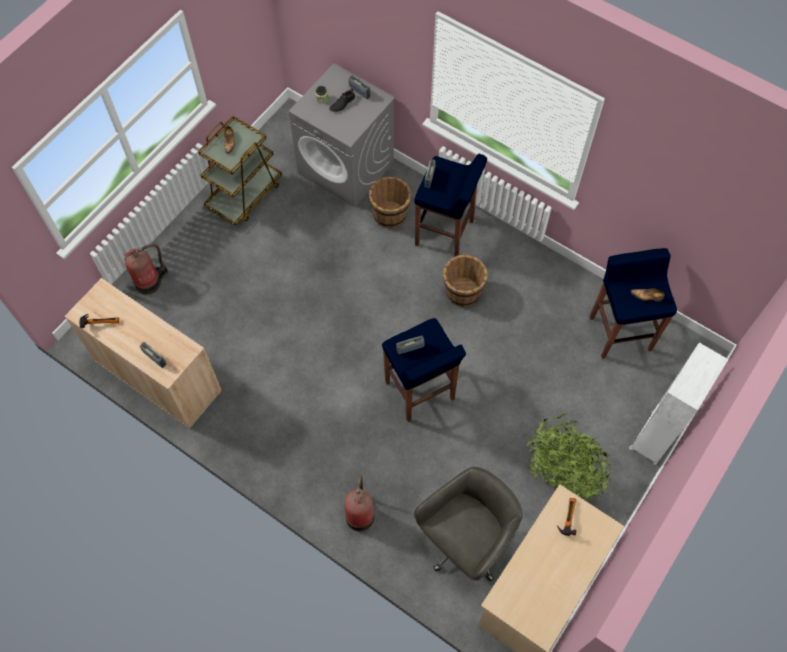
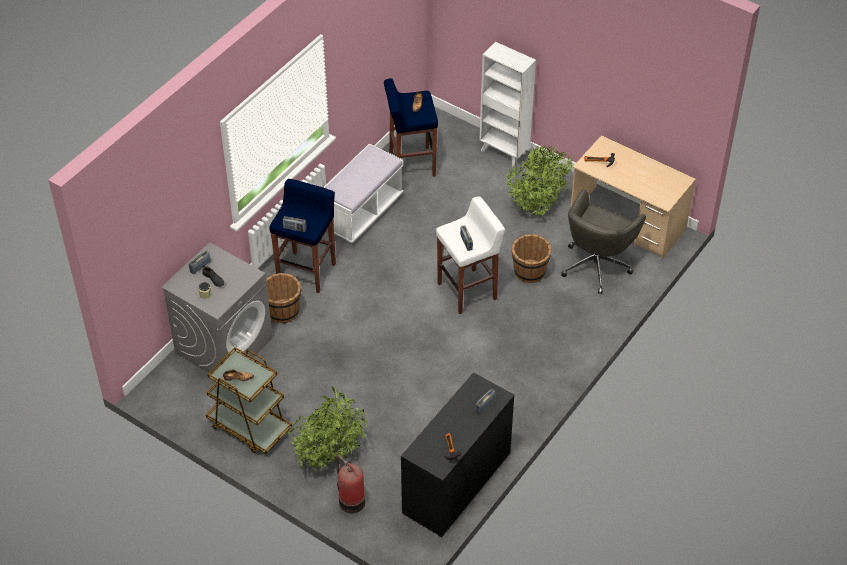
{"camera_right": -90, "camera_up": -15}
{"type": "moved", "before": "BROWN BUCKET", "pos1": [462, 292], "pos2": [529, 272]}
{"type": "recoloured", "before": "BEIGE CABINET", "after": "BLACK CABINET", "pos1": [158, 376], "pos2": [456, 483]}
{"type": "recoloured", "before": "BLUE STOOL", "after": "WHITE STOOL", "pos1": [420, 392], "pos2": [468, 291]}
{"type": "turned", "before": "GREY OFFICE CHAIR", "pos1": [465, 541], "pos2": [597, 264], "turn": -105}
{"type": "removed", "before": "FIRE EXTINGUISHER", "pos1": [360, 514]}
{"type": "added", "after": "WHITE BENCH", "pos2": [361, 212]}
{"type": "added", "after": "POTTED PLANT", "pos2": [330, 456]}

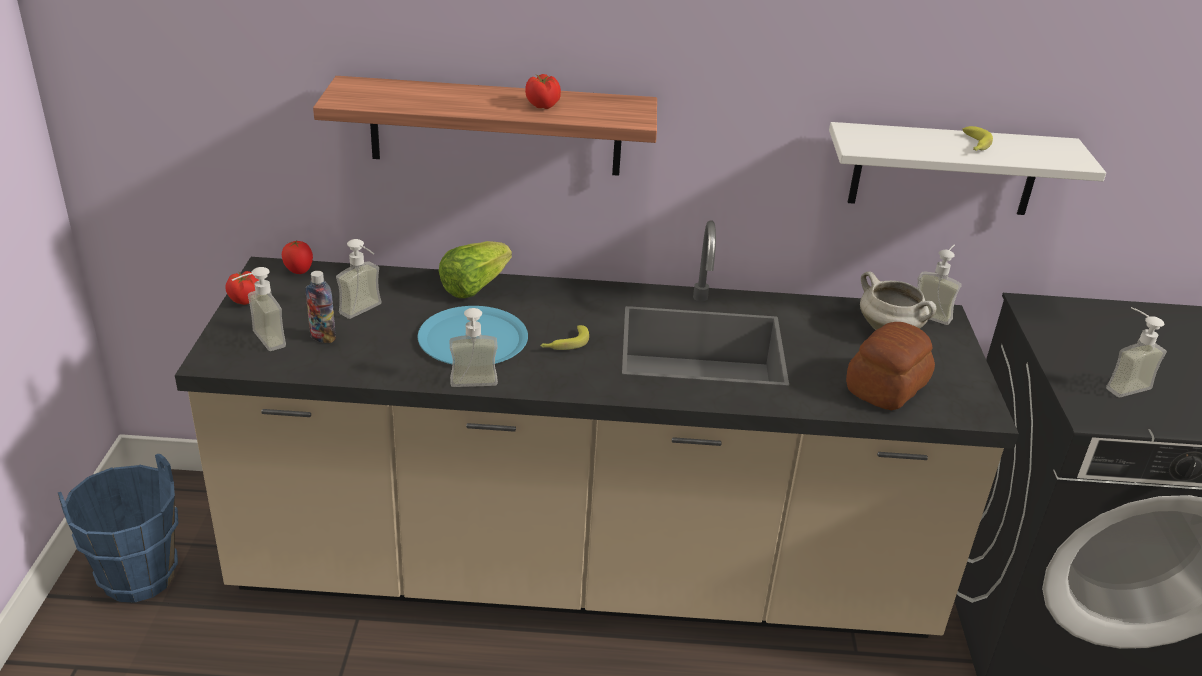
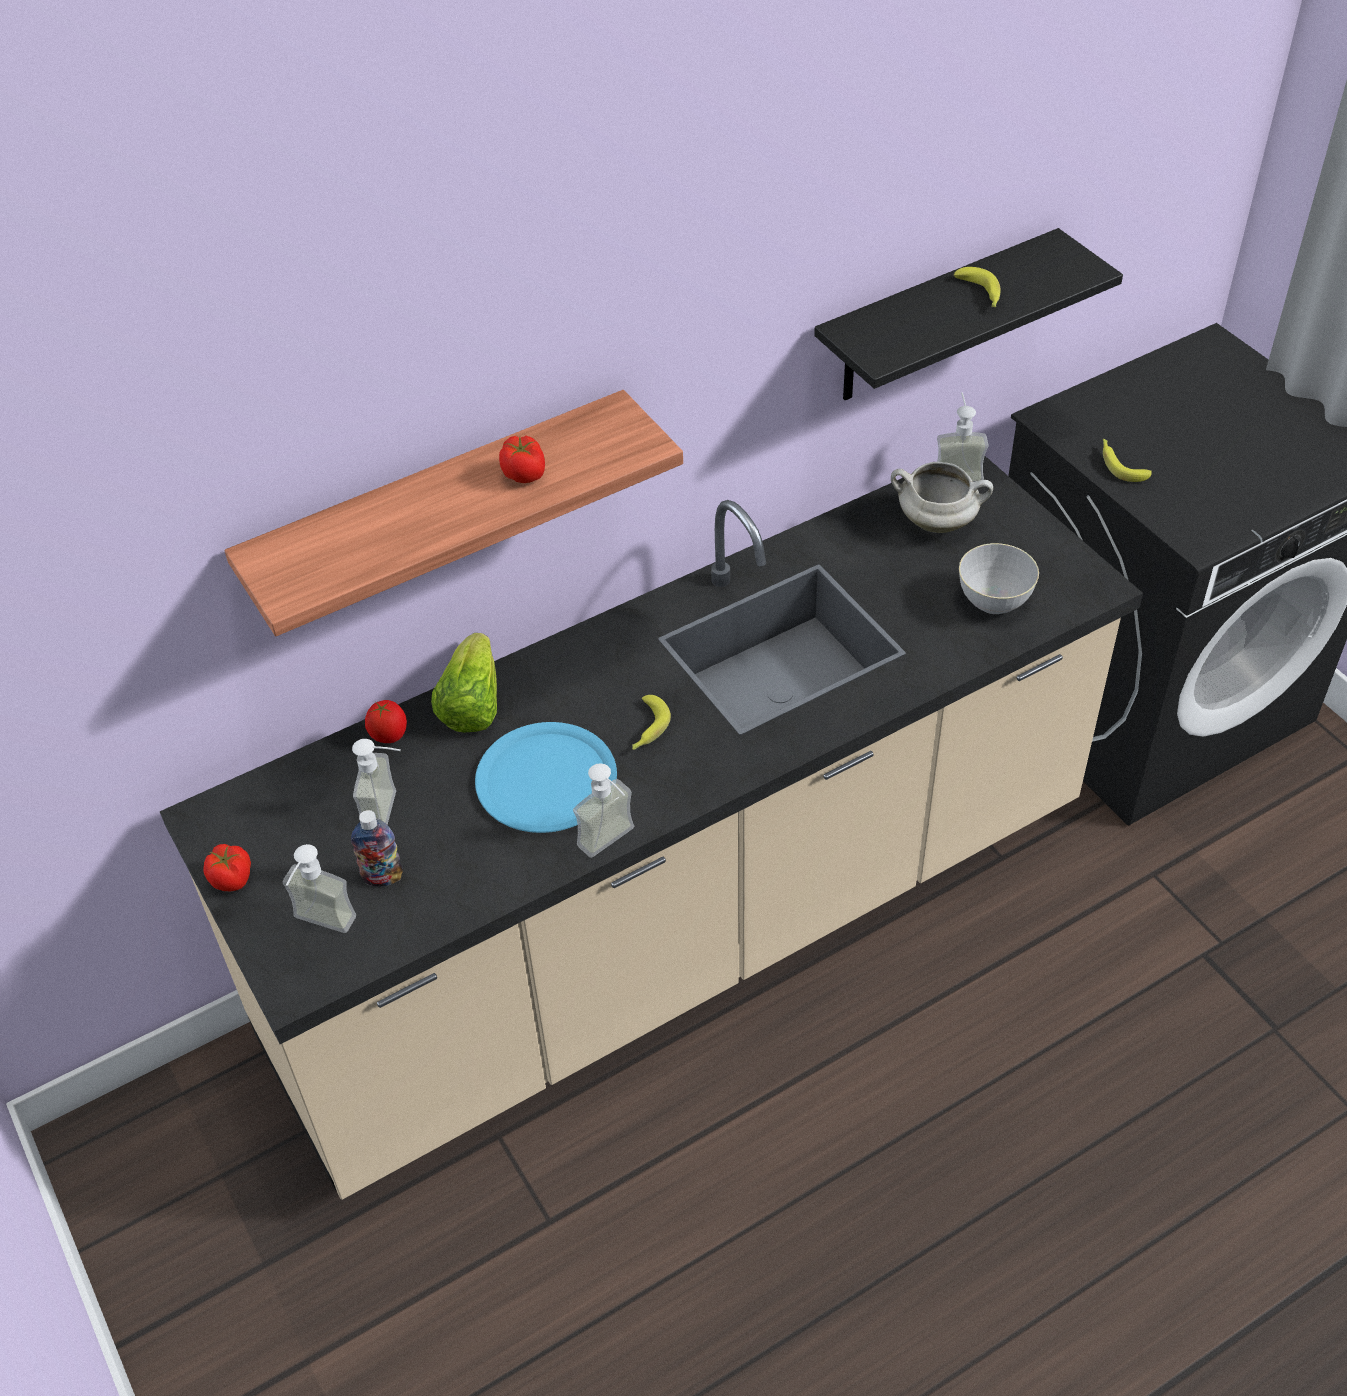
{"camera_right": -30, "camera_up": 15}
{"type": "recoloured", "before": "WHITE SHELF", "after": "BLACK SHELF", "pos1": [944, 169], "pos2": [935, 319]}
{"type": "moved", "before": "TOMATO", "pos1": [299, 272], "pos2": [389, 737]}
{"type": "removed", "before": "SOAP DISPENSER", "pos1": [1121, 383]}
{"type": "replaced", "before": "BREAD", "after": "GREY BOWL", "pos1": [888, 387], "pos2": [994, 601]}
{"type": "removed", "before": "BLUE BUCKET", "pos1": [139, 577]}
{"type": "added", "after": "BANANA", "pos2": [1120, 464]}

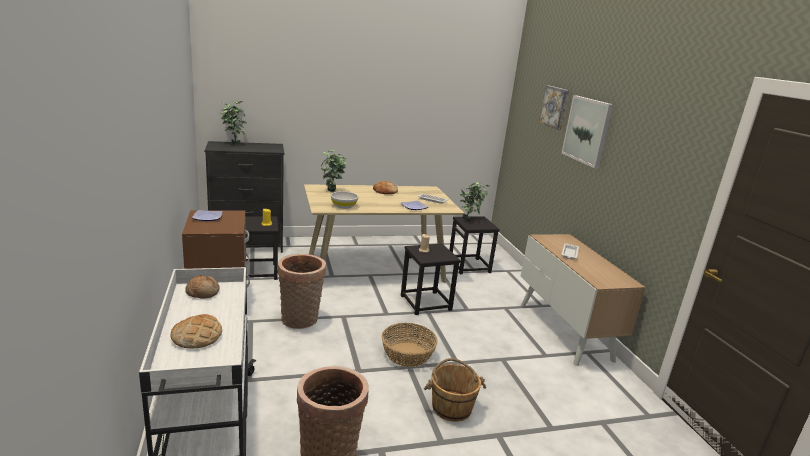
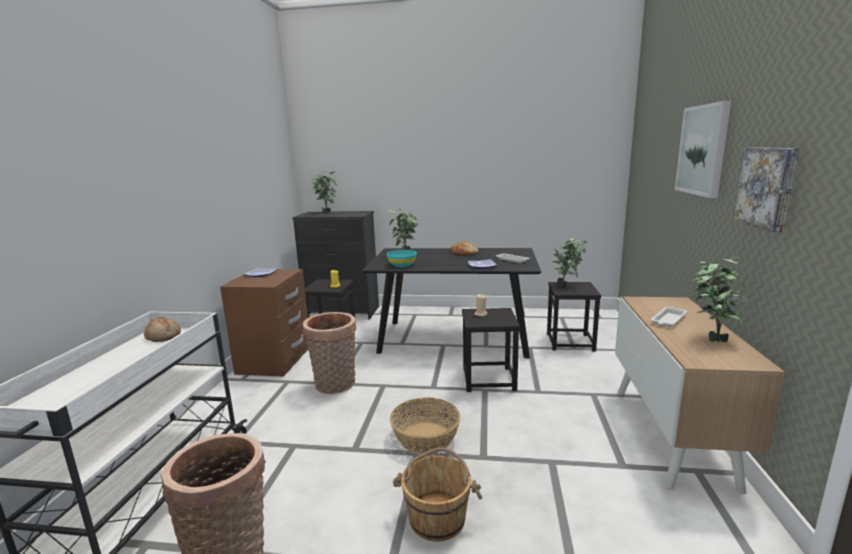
{"camera_right": 25, "camera_up": -5}
{"type": "moved", "before": "PICTURE", "pos1": [555, 107], "pos2": [767, 187]}
{"type": "recoloured", "before": "BEIGE DINING TABLE", "after": "BLACK DINING TABLE", "pos1": [376, 268], "pos2": [455, 338]}
{"type": "recoloured", "before": "WHITE BOWL", "after": "TURQUOISE BOWL", "pos1": [344, 206], "pos2": [402, 265]}
{"type": "removed", "before": "BREAD", "pos1": [197, 336]}
{"type": "added", "after": "POTTED PLANT", "pos2": [711, 338]}

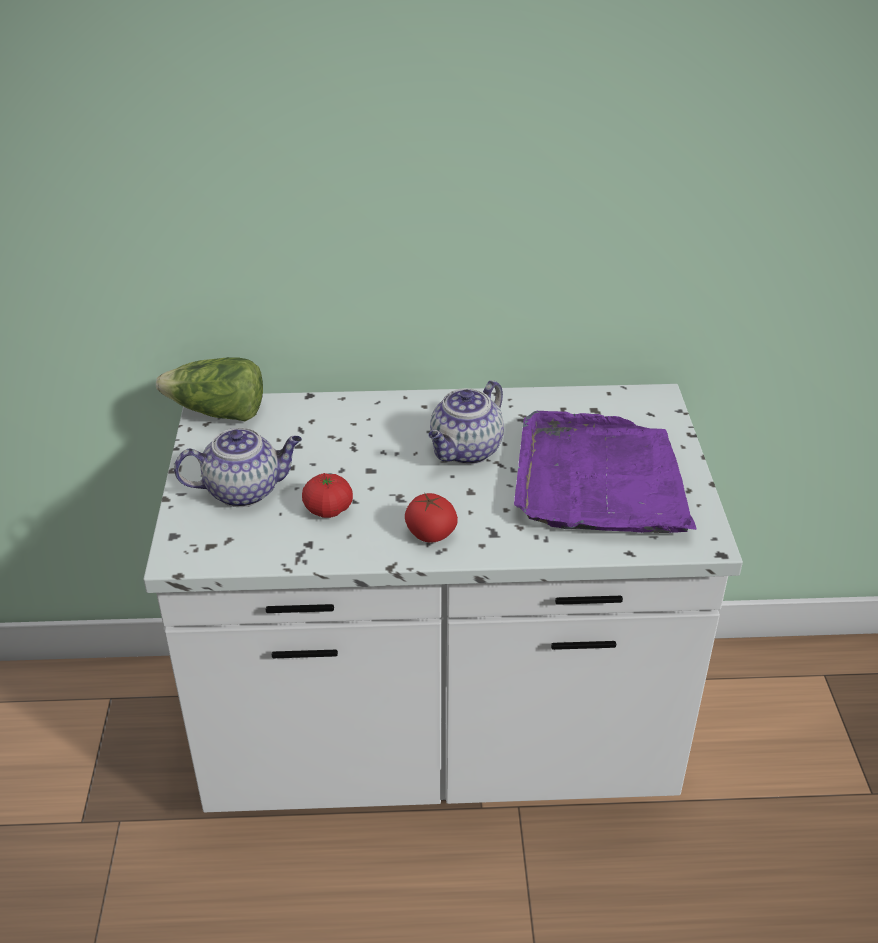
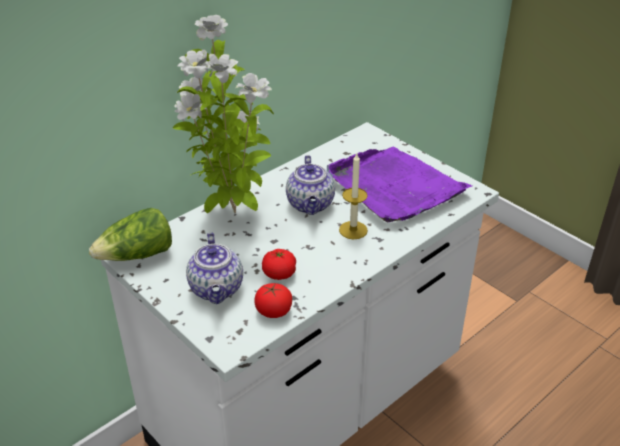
{"camera_right": -40, "camera_up": 0}
{"type": "turned", "before": "TEAPOT", "pos1": [245, 490], "pos2": [217, 289], "turn": 135}
{"type": "moved", "before": "TOMATO", "pos1": [430, 534], "pos2": [273, 311]}
{"type": "added", "after": "POTTED PLANT", "pos2": [232, 213]}
{"type": "added", "after": "CANDLE", "pos2": [353, 230]}

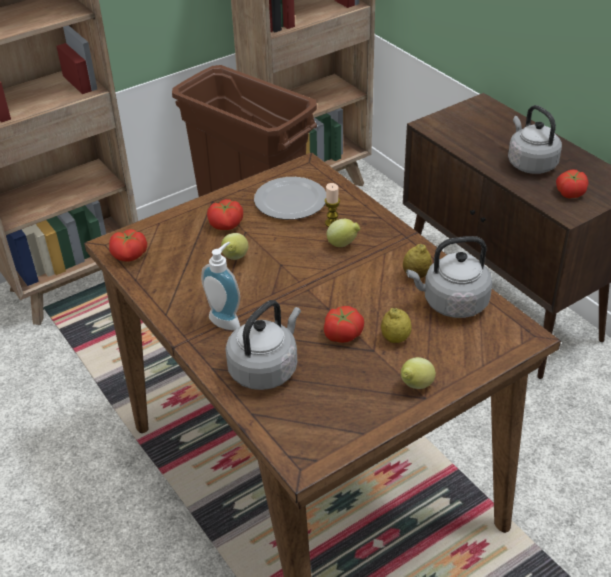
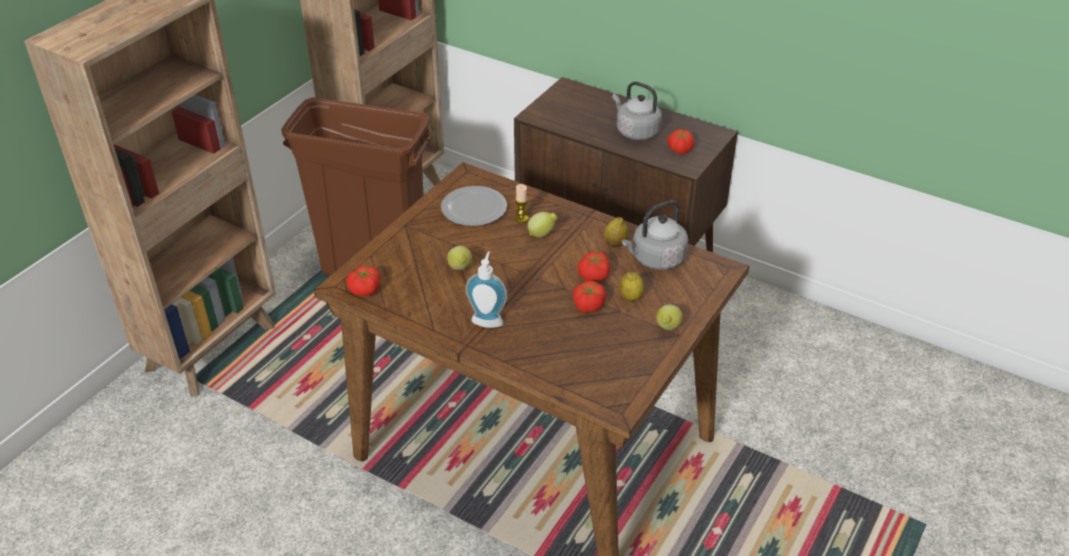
{"camera_right": -25, "camera_up": 0}
{"type": "moved", "before": "TOMATO", "pos1": [226, 225], "pos2": [594, 276]}
{"type": "removed", "before": "GREY KETTLE", "pos1": [266, 369]}

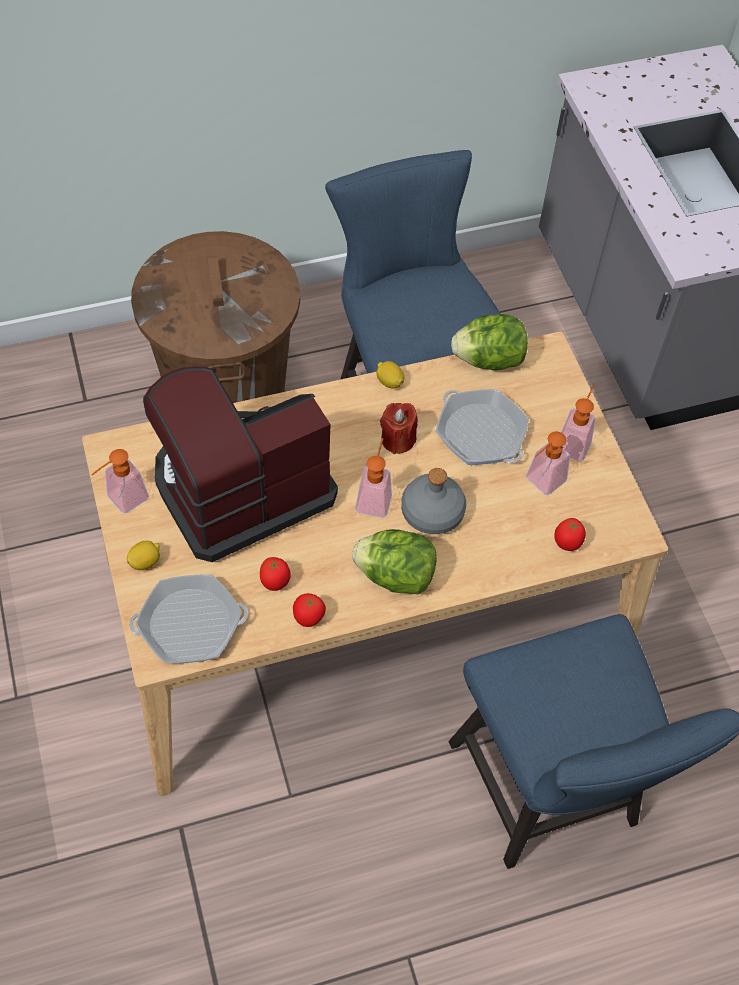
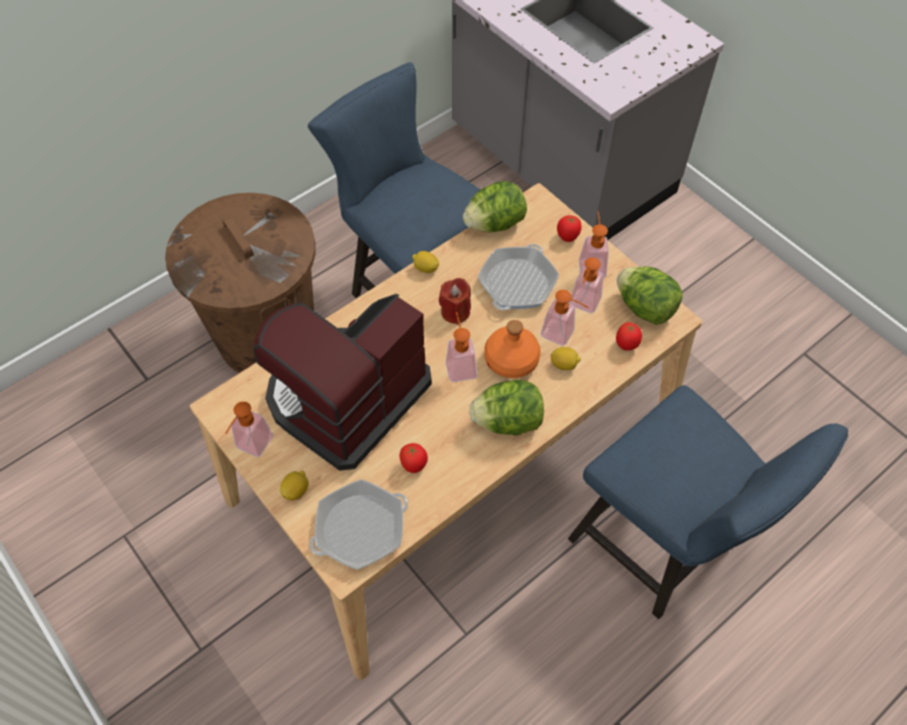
{"camera_right": -20, "camera_up": 0}
{"type": "turned", "before": "FRYING PAN", "pos1": [481, 433], "pos2": [517, 283], "turn": -90}
{"type": "recoloured", "before": "GREY BOTTLE", "after": "ORANGE BOTTLE", "pos1": [431, 513], "pos2": [511, 360]}
{"type": "moved", "before": "TOMATO", "pos1": [308, 619], "pos2": [567, 237]}
{"type": "added", "after": "LETTUCE", "pos2": [645, 308]}
{"type": "added", "after": "SOAP DISPENSER", "pos2": [563, 335]}
{"type": "added", "after": "LEMON", "pos2": [564, 364]}

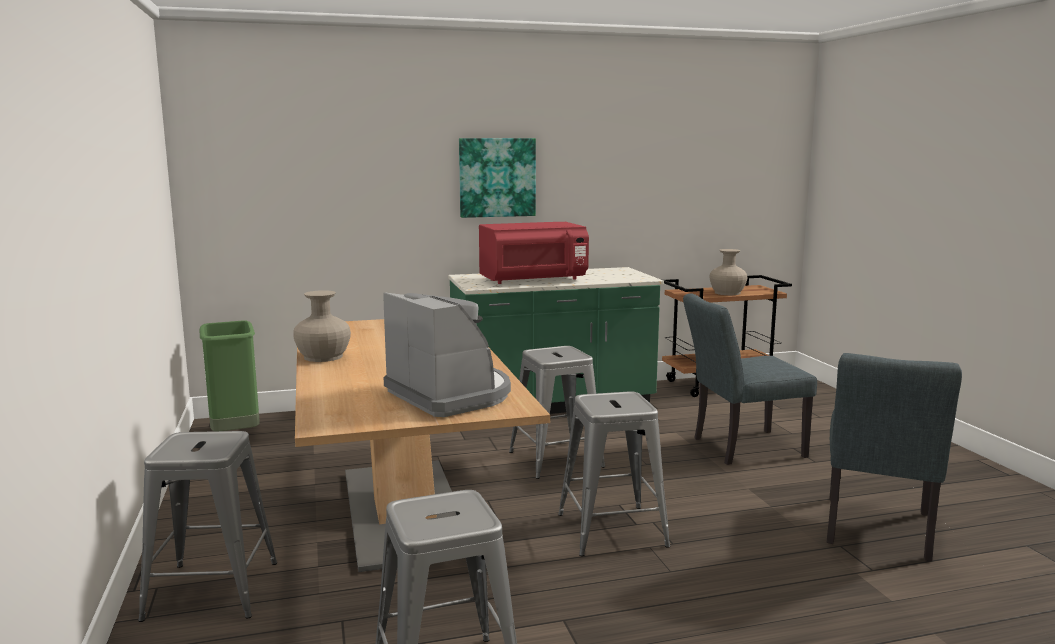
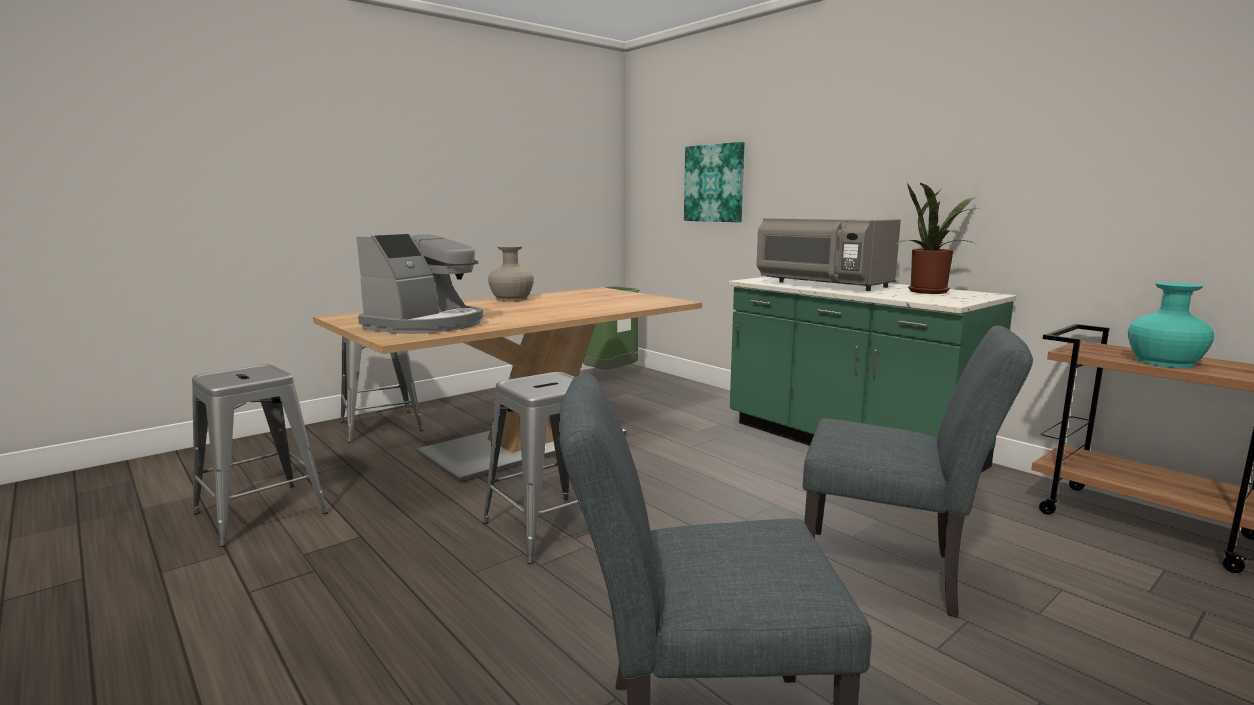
{"camera_right": 65, "camera_up": 0}
{"type": "moved", "before": "PICTURE", "pos1": [497, 177], "pos2": [714, 183]}
{"type": "recoloured", "before": "RED MICROWAVE", "after": "GREY MICROWAVE", "pos1": [533, 280], "pos2": [824, 285]}
{"type": "recoloured", "before": "BEIGE VASE", "after": "TURQUOISE VASE", "pos1": [727, 293], "pos2": [1164, 362]}
{"type": "turned", "before": "GREY CHAIR", "pos1": [740, 448], "pos2": [893, 573], "turn": 150}
{"type": "removed", "before": "GREY STOOL", "pos1": [555, 459]}
{"type": "added", "after": "POTTED PLANT", "pos2": [931, 292]}

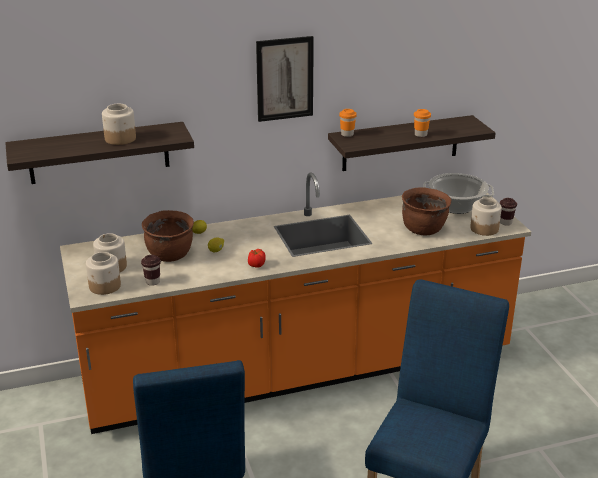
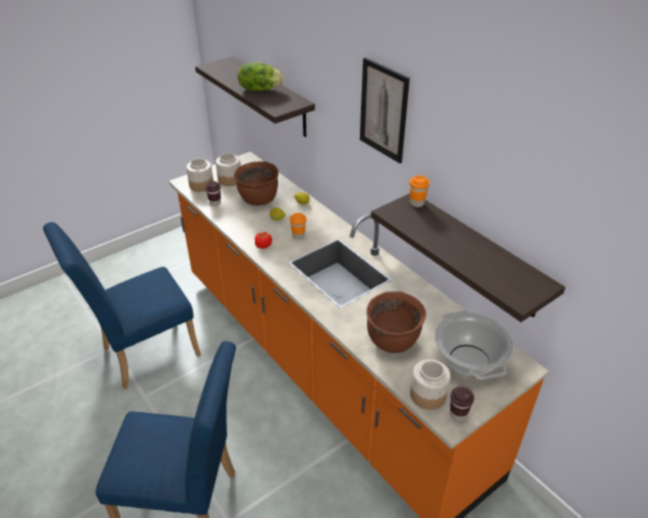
{"camera_right": 70, "camera_up": 10}
{"type": "replaced", "before": "JAR", "after": "LETTUCE", "pos1": [120, 139], "pos2": [260, 89]}
{"type": "moved", "before": "ORANGE CUP", "pos1": [420, 135], "pos2": [298, 236]}

